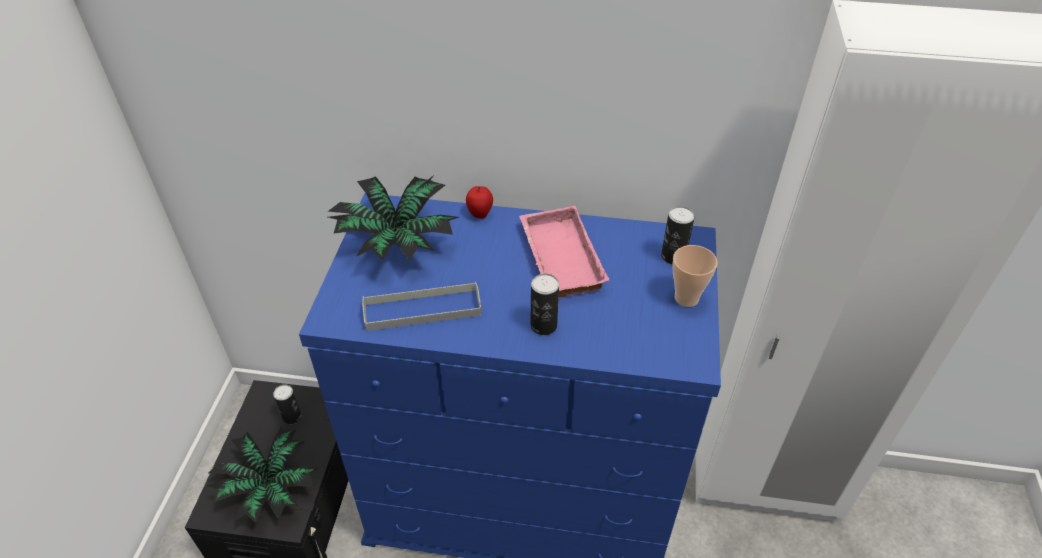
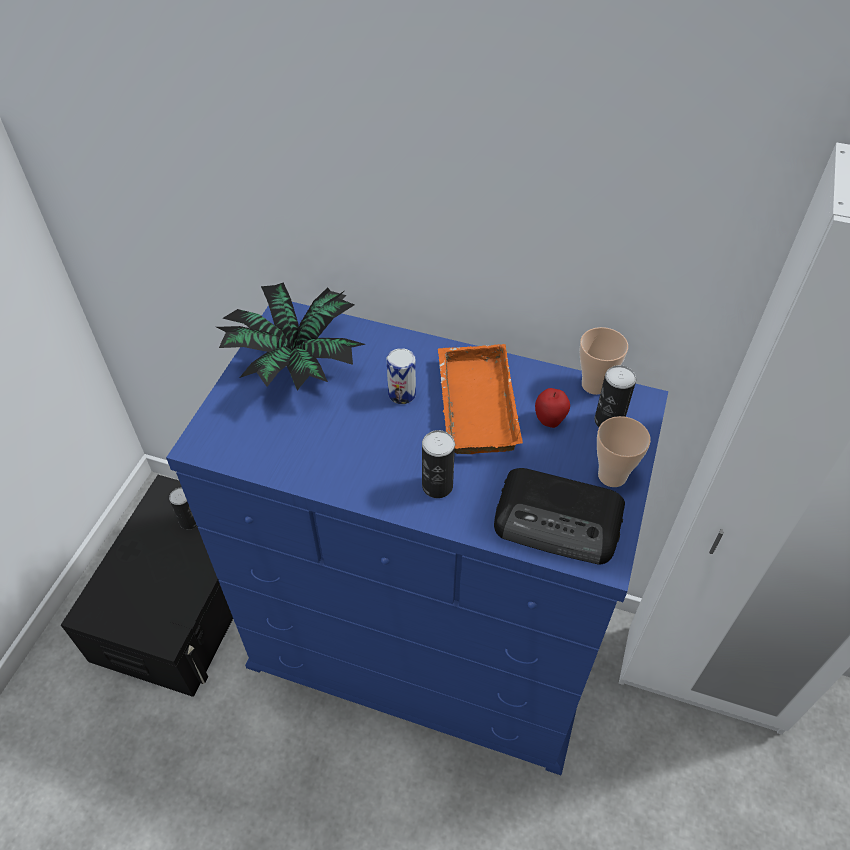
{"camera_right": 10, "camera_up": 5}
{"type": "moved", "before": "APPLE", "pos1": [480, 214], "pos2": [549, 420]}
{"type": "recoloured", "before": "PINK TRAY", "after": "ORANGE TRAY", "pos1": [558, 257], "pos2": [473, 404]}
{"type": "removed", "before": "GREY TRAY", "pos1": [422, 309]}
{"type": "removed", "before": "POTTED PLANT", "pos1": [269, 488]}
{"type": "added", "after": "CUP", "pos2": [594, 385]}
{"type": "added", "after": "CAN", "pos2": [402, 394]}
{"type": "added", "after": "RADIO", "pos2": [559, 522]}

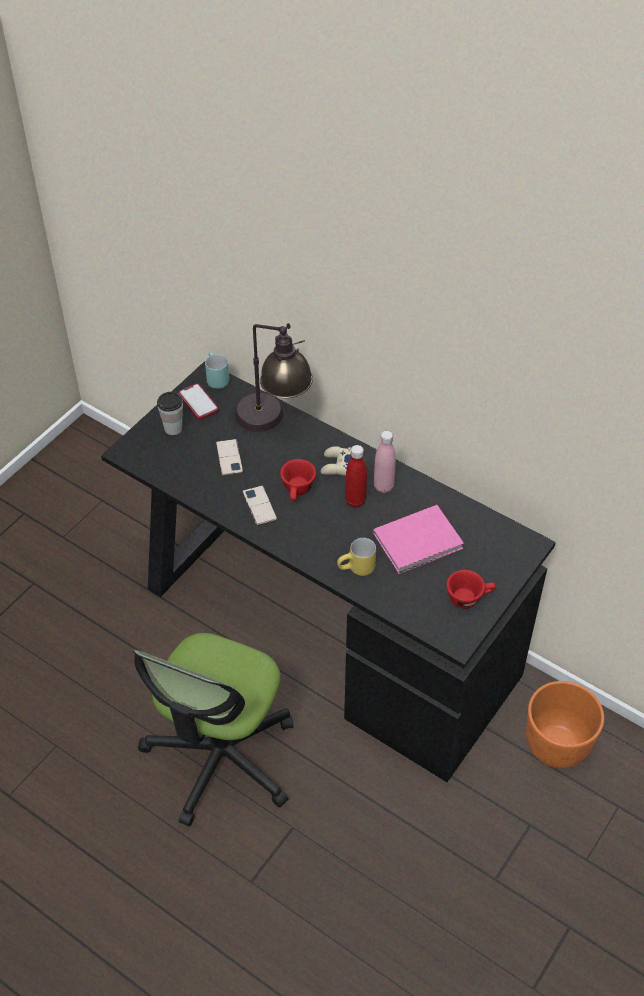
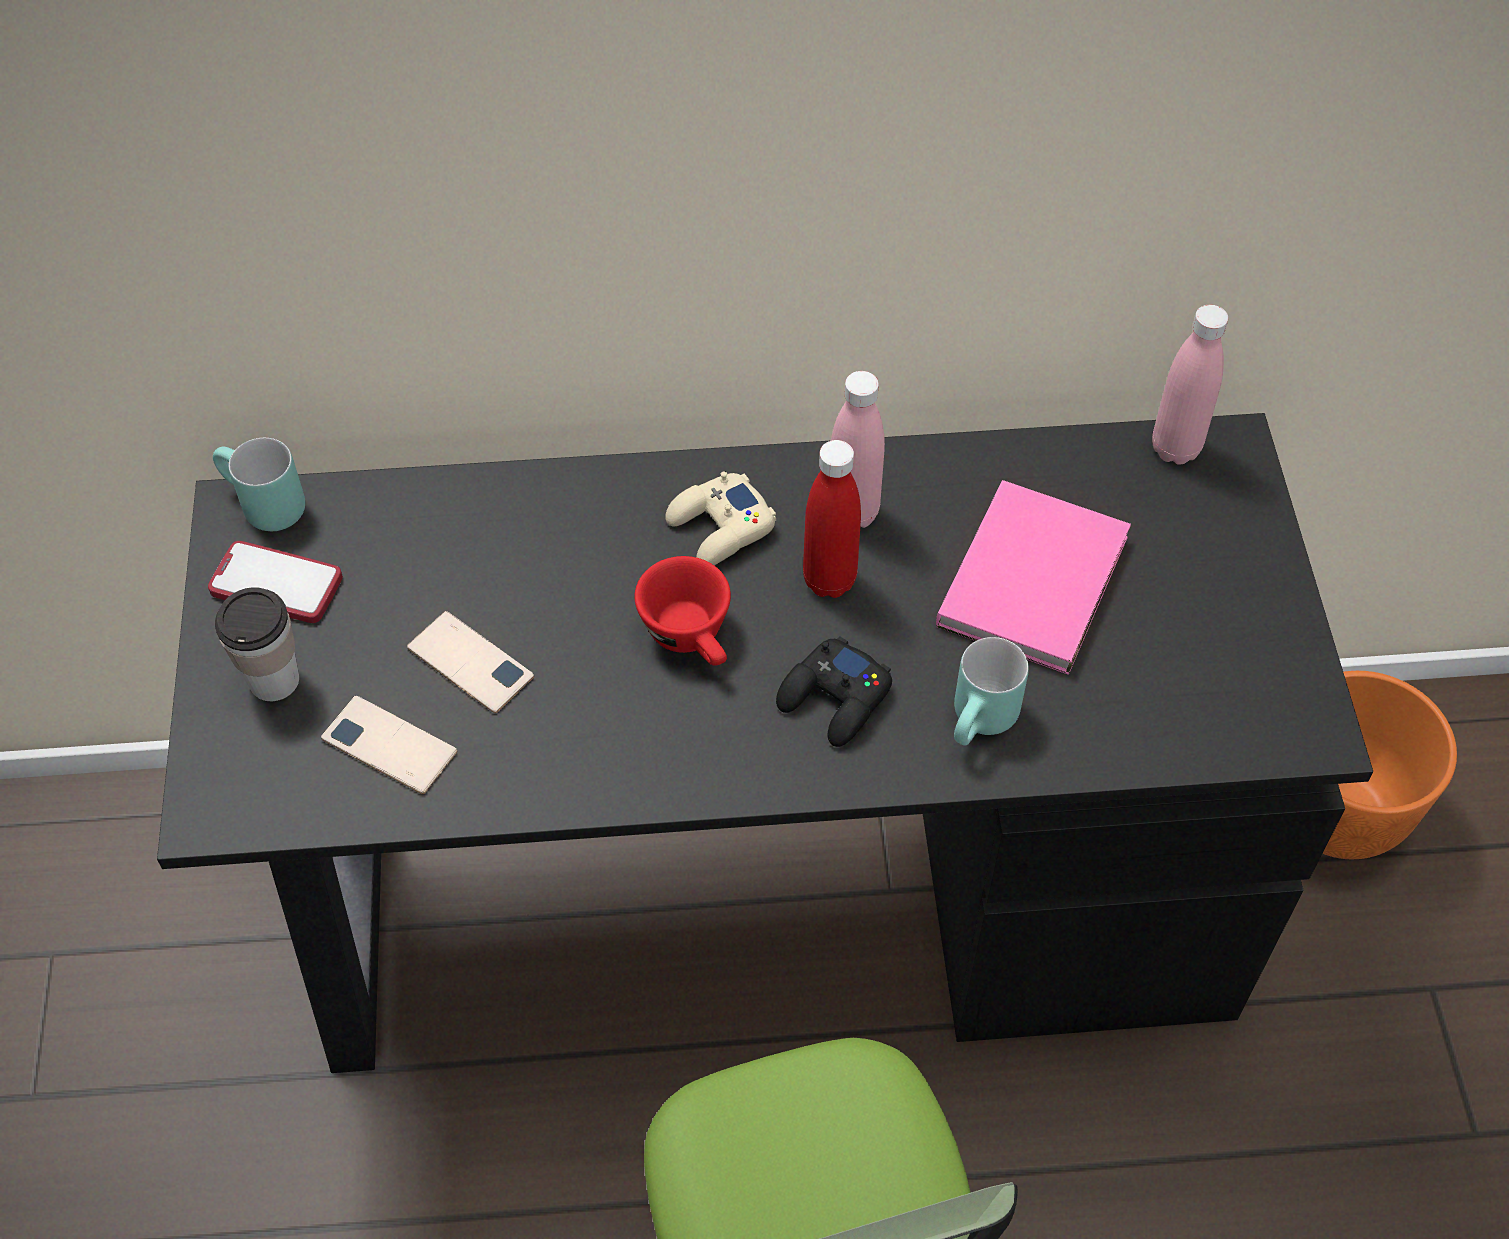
{"camera_right": -40, "camera_up": 5}
{"type": "removed", "before": "TABLE LAMP", "pos1": [273, 423]}
{"type": "moved", "before": "PHONE", "pos1": [259, 505], "pos2": [389, 745]}
{"type": "recoloured", "before": "YELLOW MUG", "after": "TURQUOISE MUG", "pos1": [357, 570], "pos2": [983, 724]}
{"type": "removed", "before": "RED CUP", "pos1": [469, 597]}
{"type": "added", "after": "PINK BOTTLE", "pos2": [1175, 448]}
{"type": "added", "after": "BLACK GAME CONTROLLER", "pos2": [835, 699]}

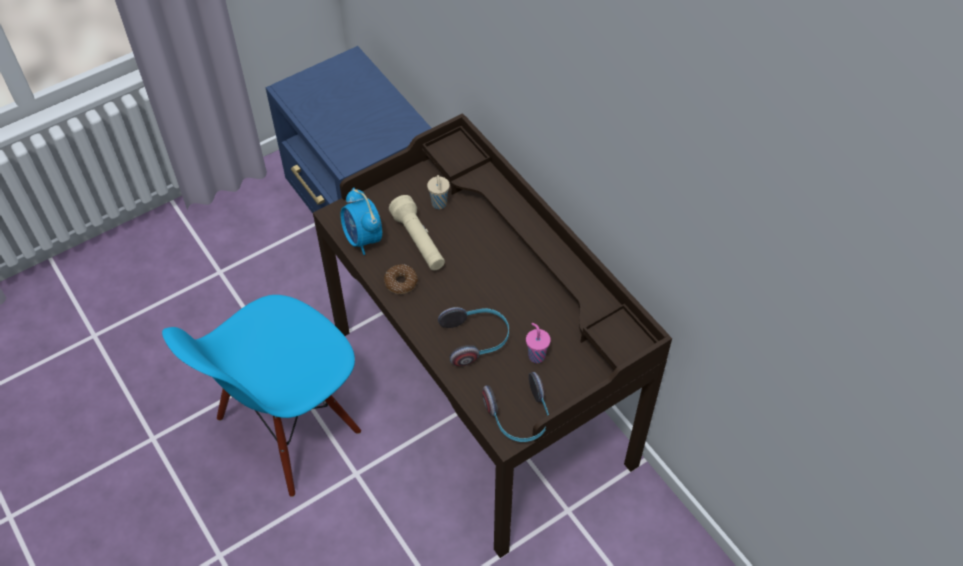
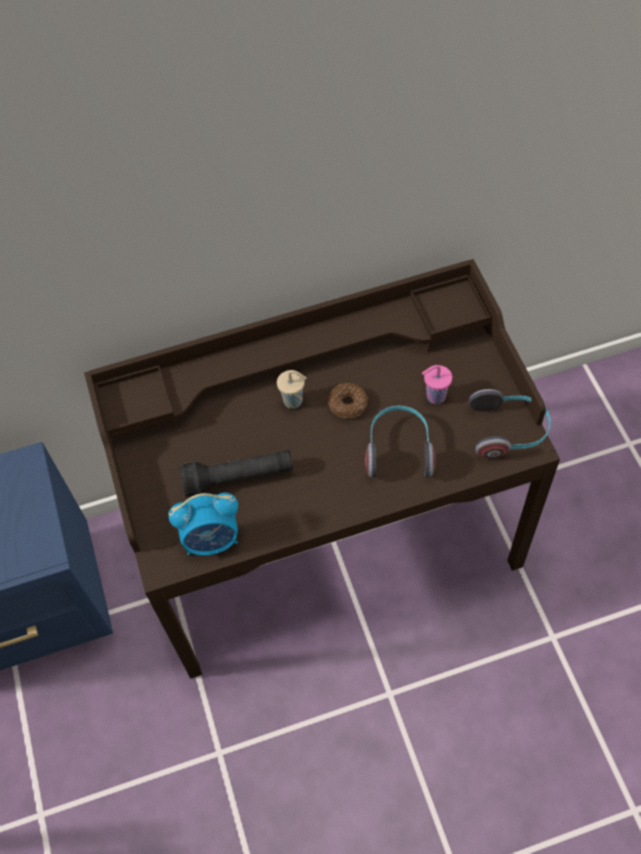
{"camera_right": -70, "camera_up": 5}
{"type": "moved", "before": "BEIGE CUP", "pos1": [439, 204], "pos2": [294, 401]}
{"type": "recoloured", "before": "BEIGE FLASHLIGHT", "after": "BLACK FLASHLIGHT", "pos1": [419, 242], "pos2": [239, 478]}
{"type": "moved", "before": "DONUT", "pos1": [401, 282], "pos2": [347, 404]}
{"type": "removed", "before": "BLUE CHAIR", "pos1": [289, 428]}

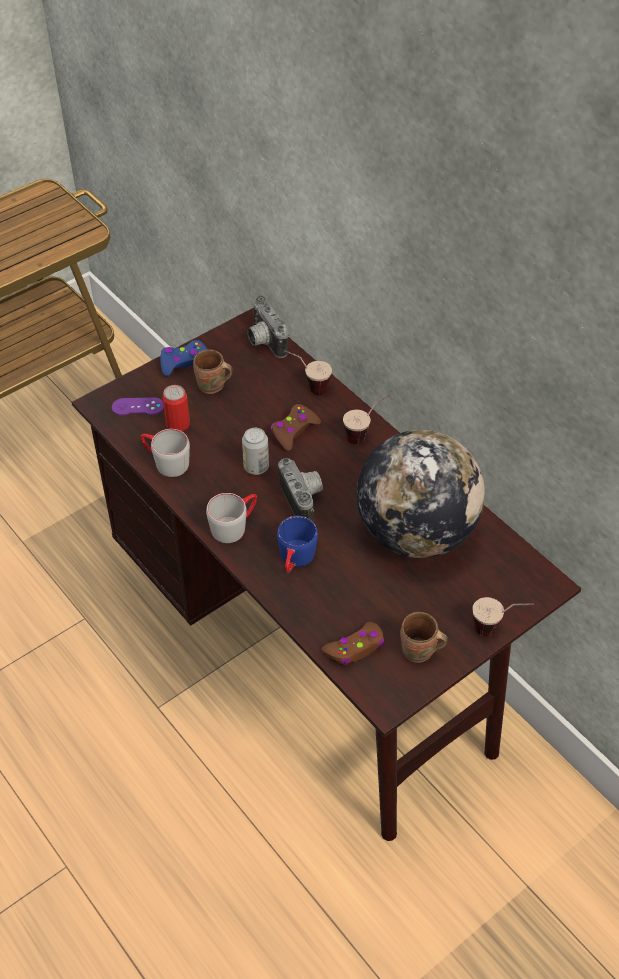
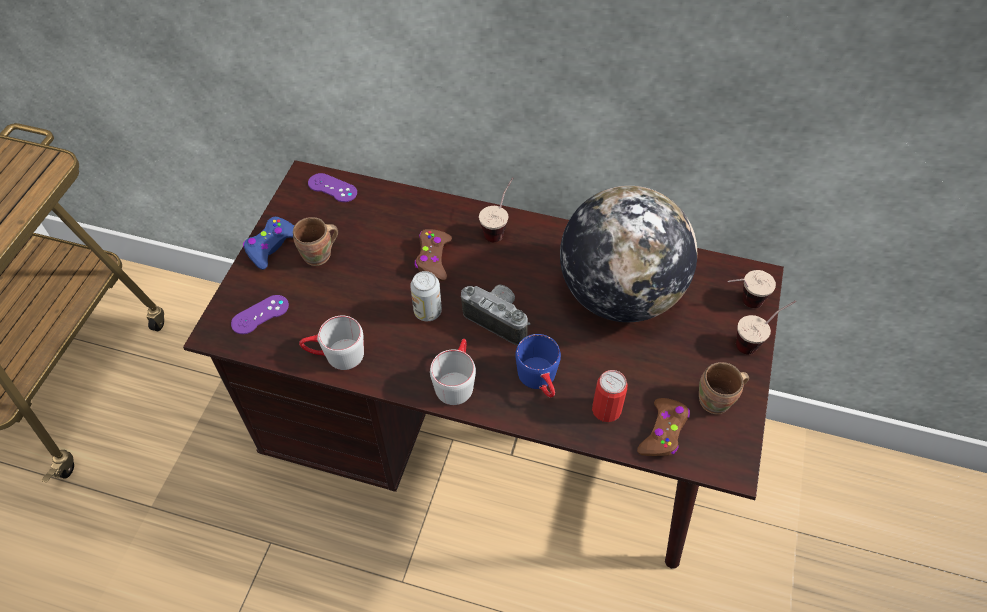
{"camera_right": -35, "camera_up": 5}
{"type": "replaced", "before": "PHOTO CAMERA", "after": "PURPLE GAME CONTROLLER", "pos1": [264, 341], "pos2": [332, 188]}
{"type": "moved", "before": "CUP", "pos1": [307, 387], "pos2": [741, 304]}
{"type": "moved", "before": "CAN", "pos1": [178, 424], "pos2": [606, 409]}

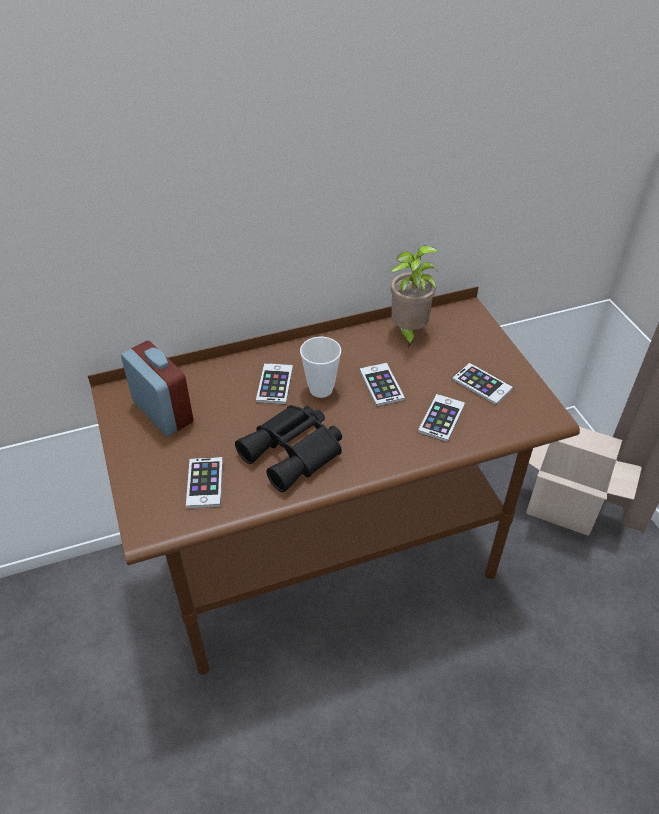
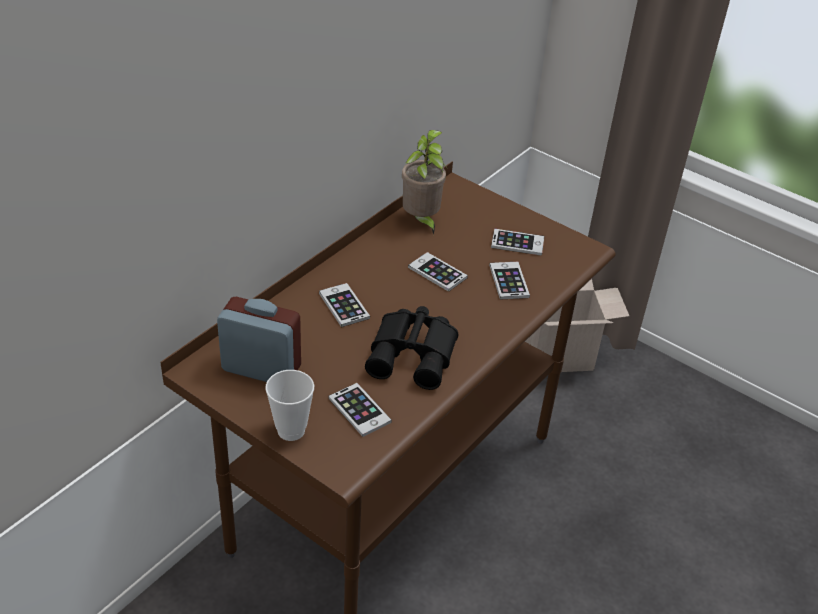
{"camera_right": -35, "camera_up": -5}
{"type": "moved", "before": "CUP", "pos1": [321, 389], "pos2": [291, 430]}

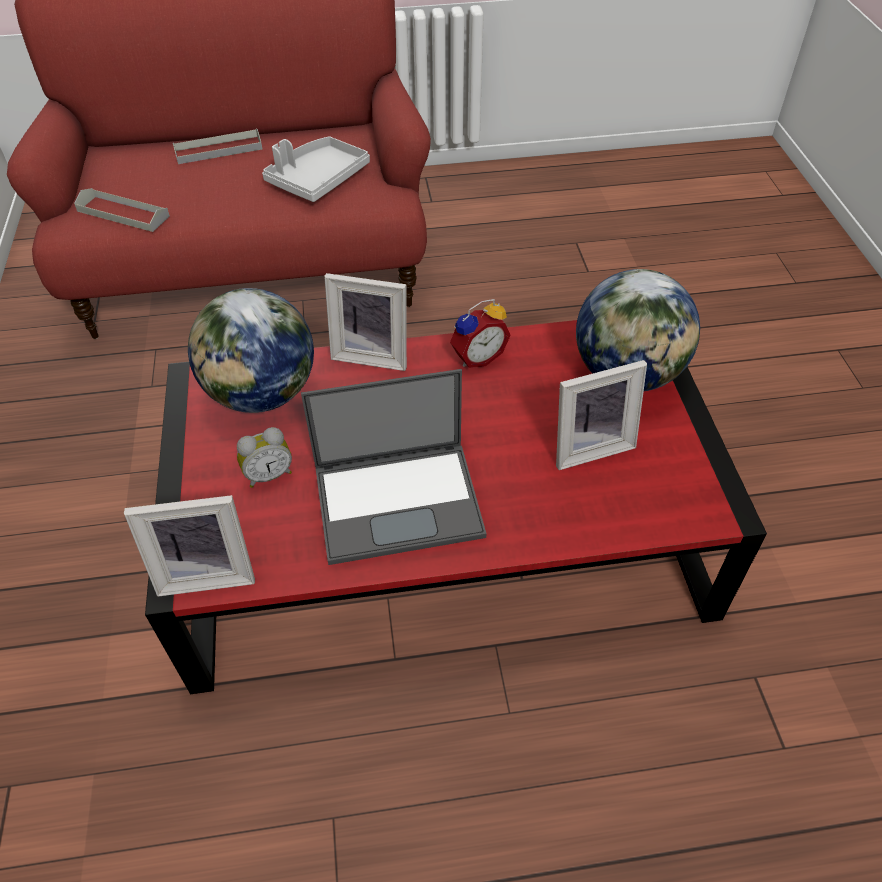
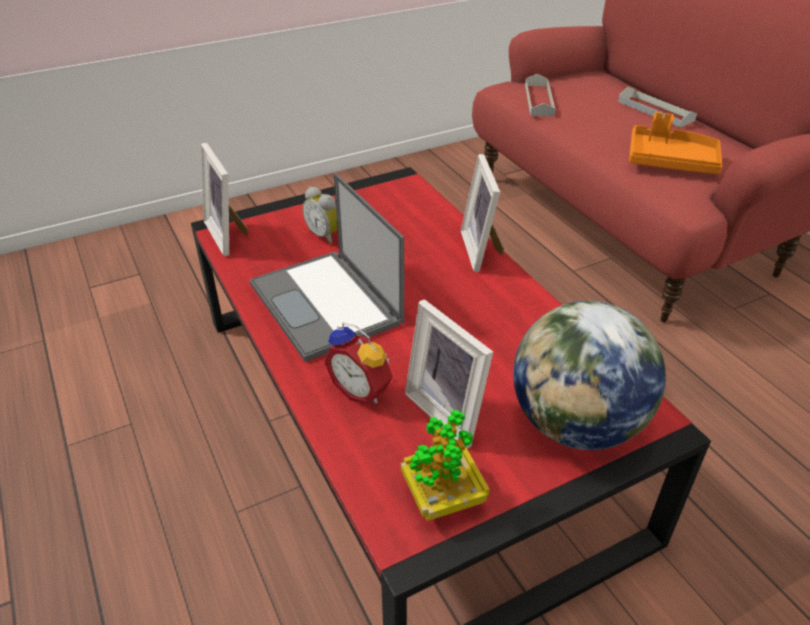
{"camera_right": 70, "camera_up": -10}
{"type": "recoloured", "before": "GREY TRAY", "after": "ORANGE TRAY", "pos1": [317, 179], "pos2": [670, 161]}
{"type": "removed", "before": "GLOBE", "pos1": [262, 394]}
{"type": "moved", "before": "ALARM CLOCK", "pos1": [477, 356], "pos2": [362, 390]}
{"type": "added", "after": "POTTED PLANT", "pos2": [443, 497]}

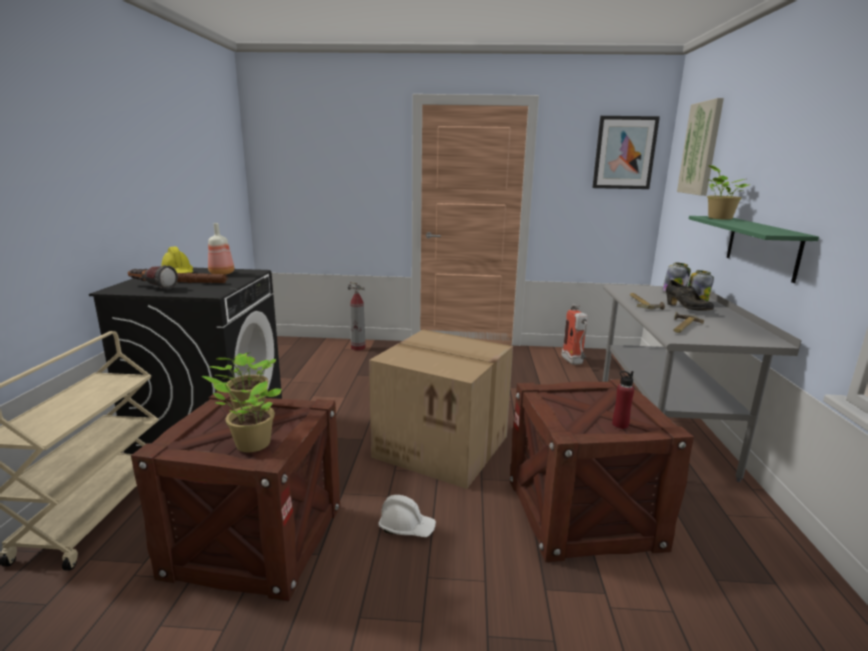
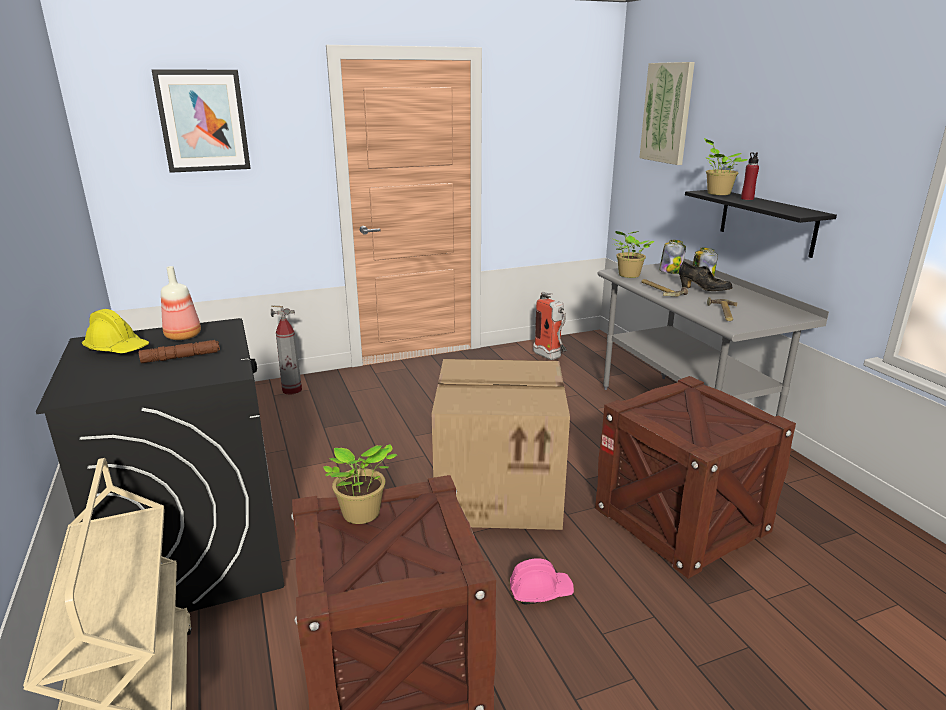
{"camera_right": -25, "camera_up": 5}
{"type": "moved", "before": "PICTURE", "pos1": [624, 153], "pos2": [203, 121]}
{"type": "recoloured", "before": "GREEN SHELF", "after": "BLACK SHELF", "pos1": [762, 247], "pos2": [767, 222]}
{"type": "removed", "before": "FLASHLIGHT", "pos1": [151, 287]}
{"type": "moved", "before": "RED BOTTLE", "pos1": [620, 425], "pos2": [747, 199]}
{"type": "moved", "before": "POTTED PLANT", "pos1": [250, 444], "pos2": [628, 275]}
{"type": "recoloured", "before": "WHITE HARD HAT", "after": "PINK HARD HAT", "pos1": [407, 527], "pos2": [540, 591]}

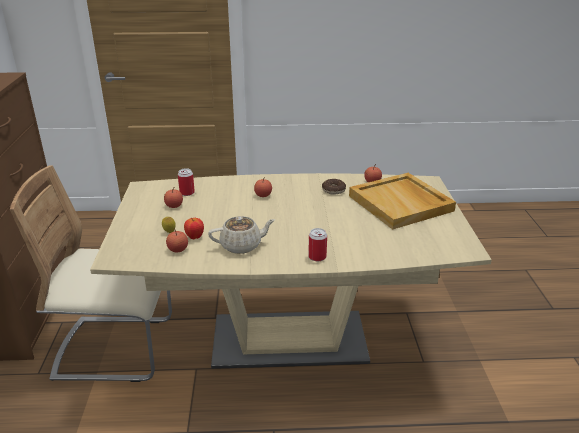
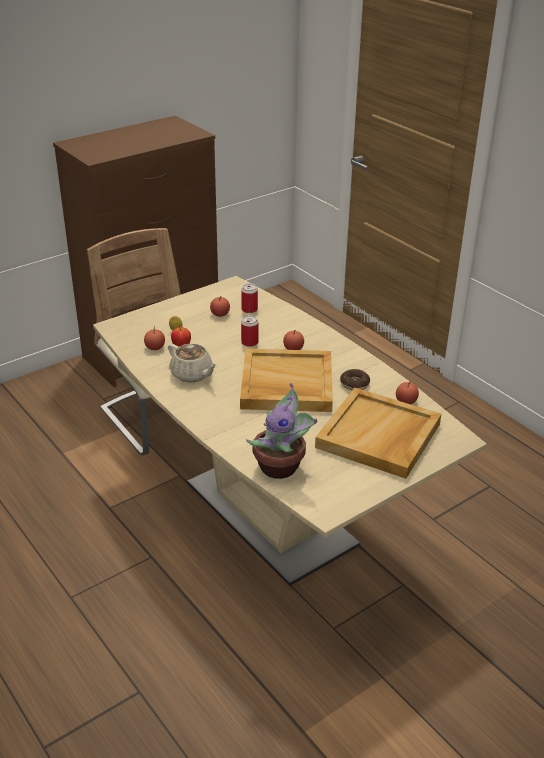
{"camera_right": 55, "camera_up": 5}
{"type": "moved", "before": "CAN", "pos1": [317, 257], "pos2": [249, 343]}
{"type": "added", "after": "BEIGE TRAY", "pos2": [286, 384]}
{"type": "added", "after": "POTTED PLANT", "pos2": [281, 467]}

